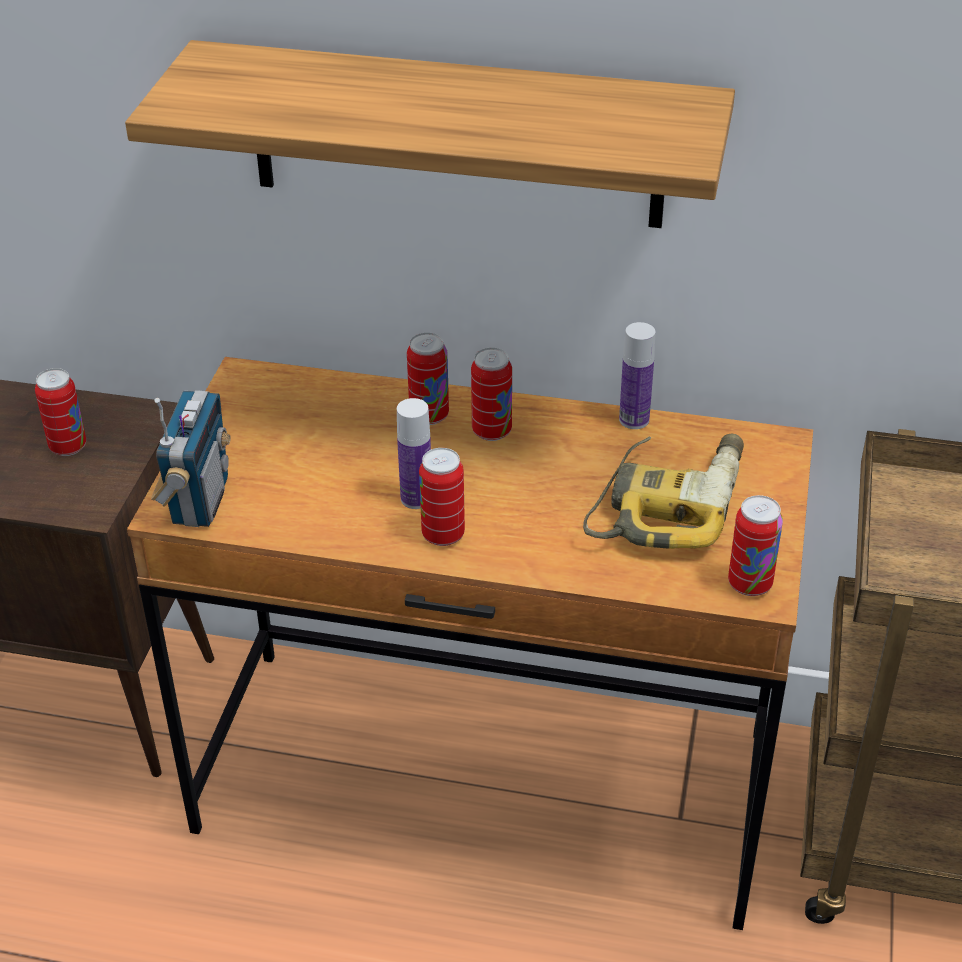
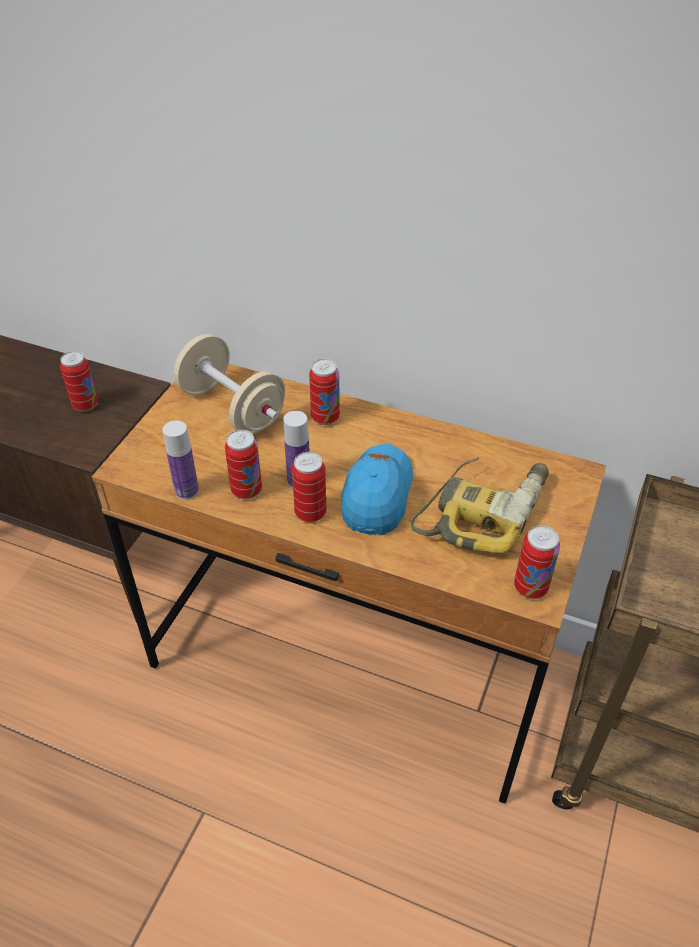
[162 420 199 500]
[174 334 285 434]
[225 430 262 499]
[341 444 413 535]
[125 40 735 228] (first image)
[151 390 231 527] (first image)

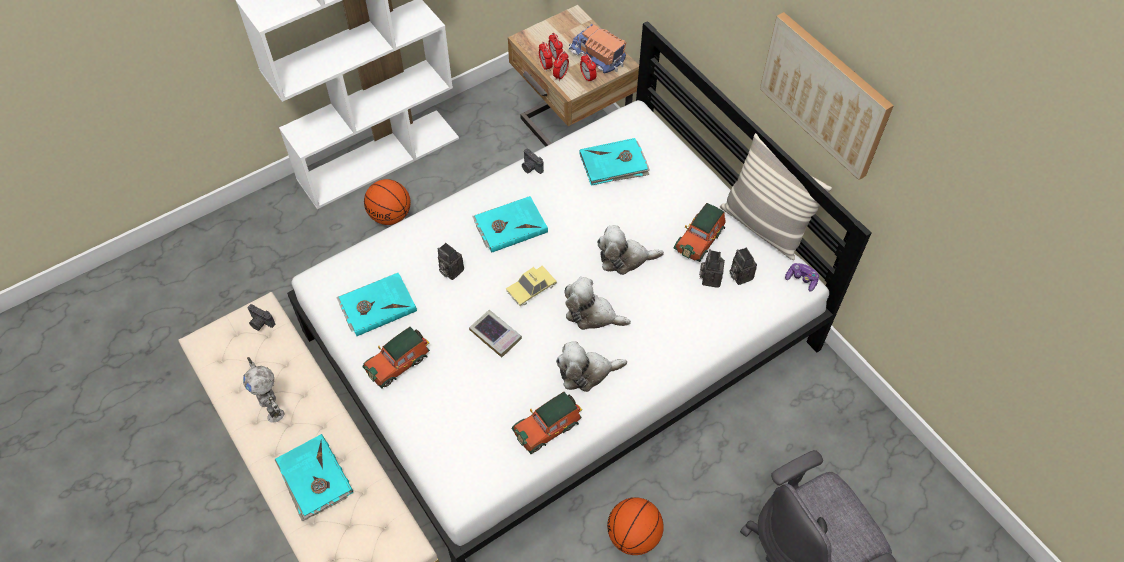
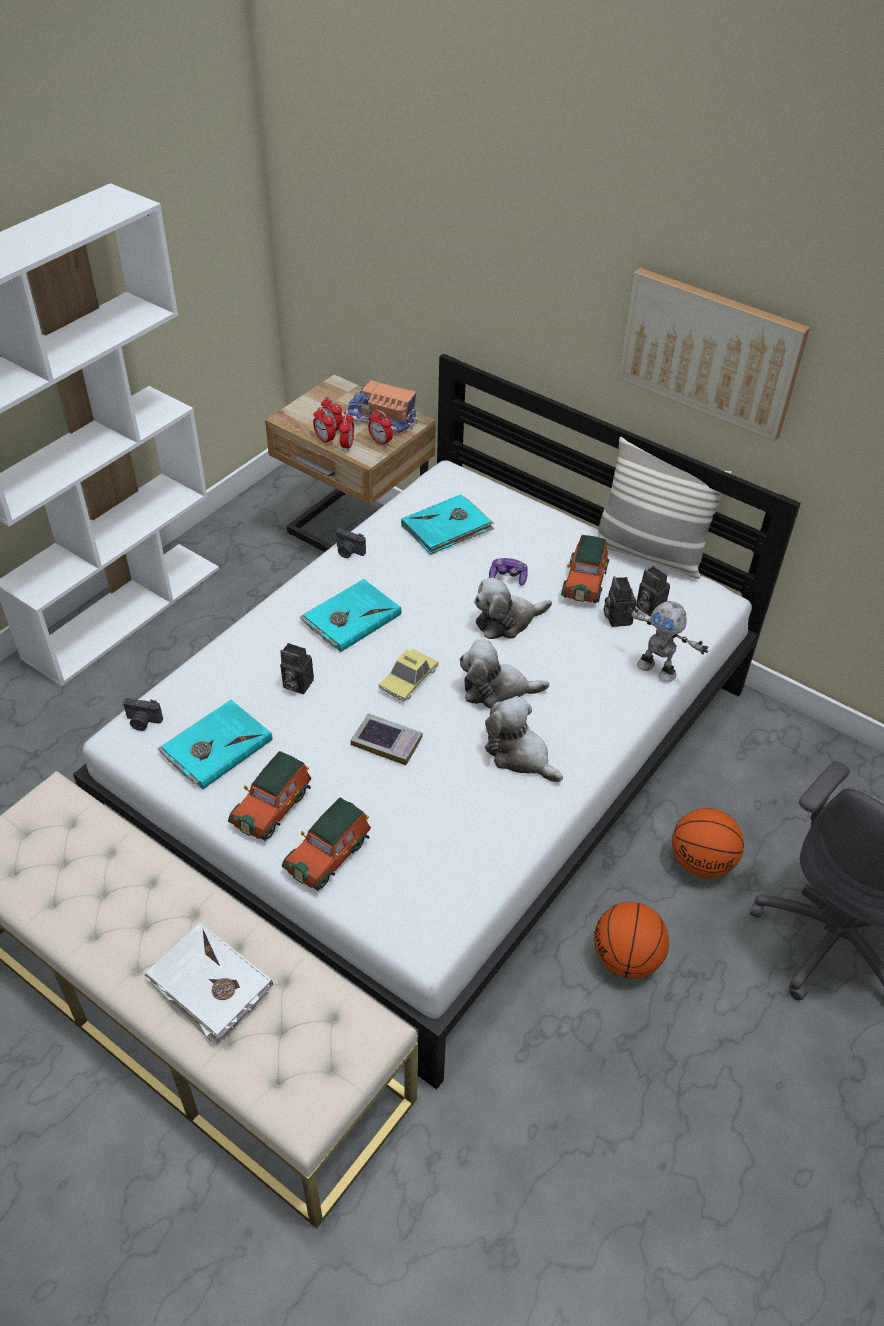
[123 698 163 731]
[145 922 273 1045]
[282 798 371 891]
[485 696 563 782]
[489 558 528 586]
[627 601 708 683]
[672 808 744 878]

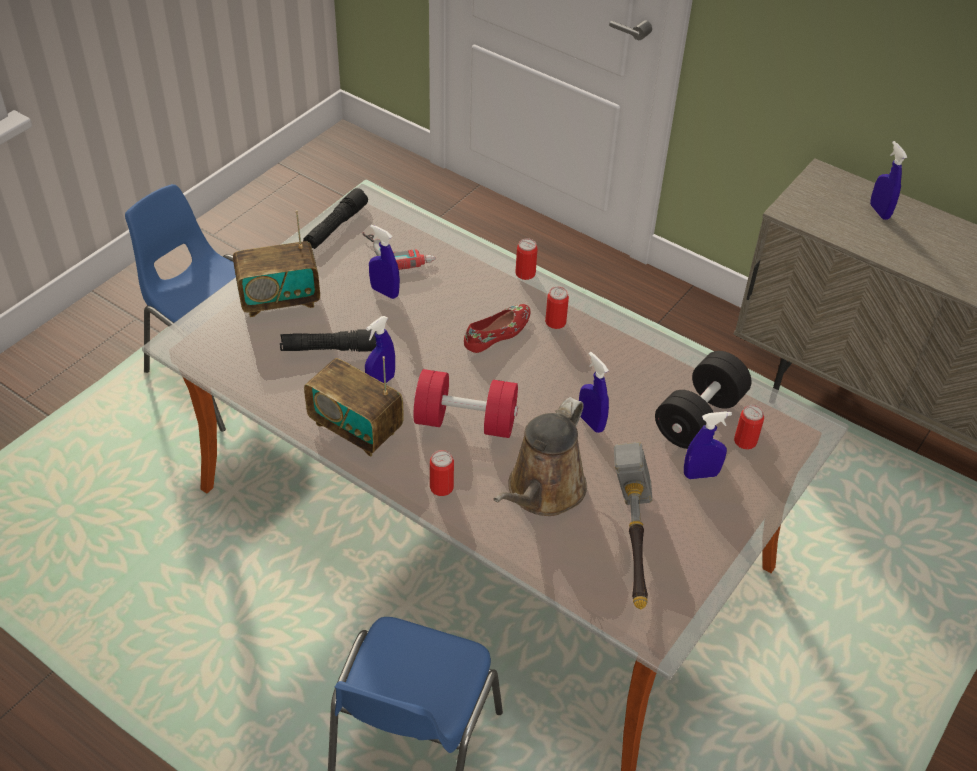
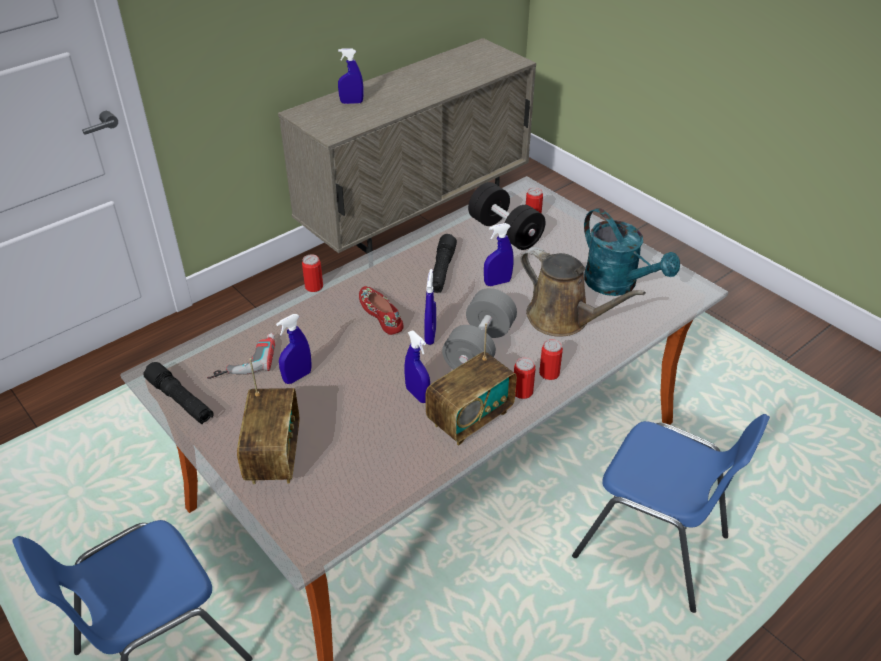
[424 269 436 345]
[433 234 457 293]
[442 288 517 370]
[514 357 535 399]
[584 208 680 296]

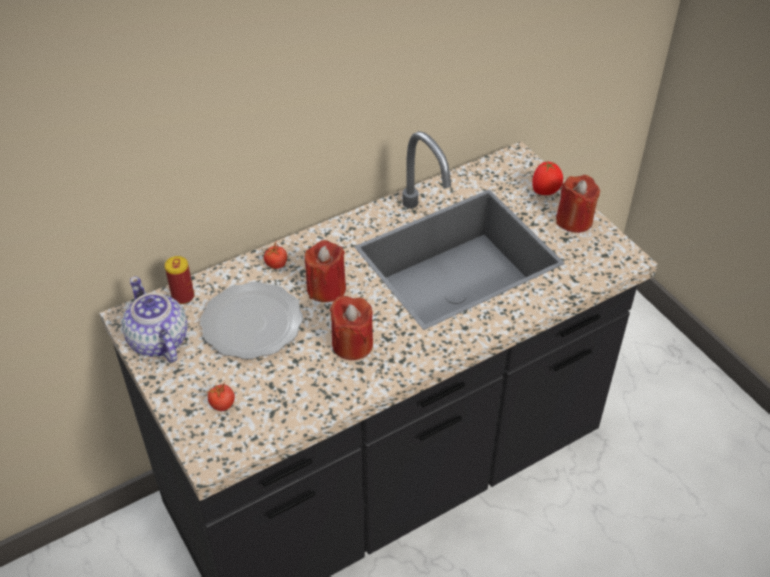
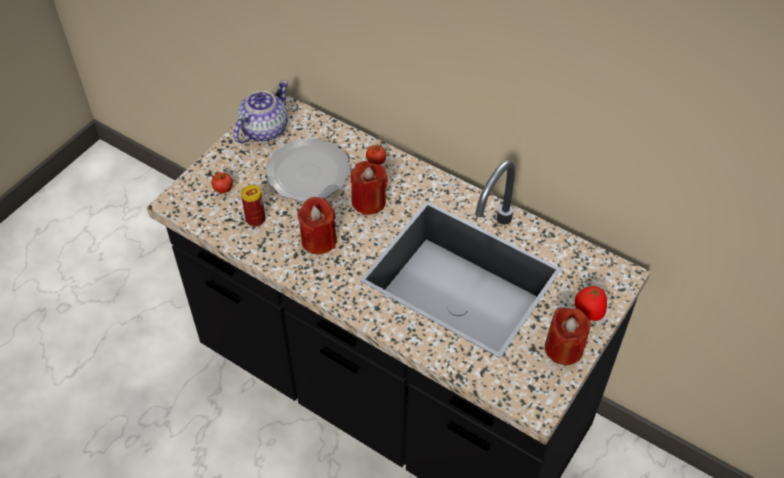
[241 185 266 227]

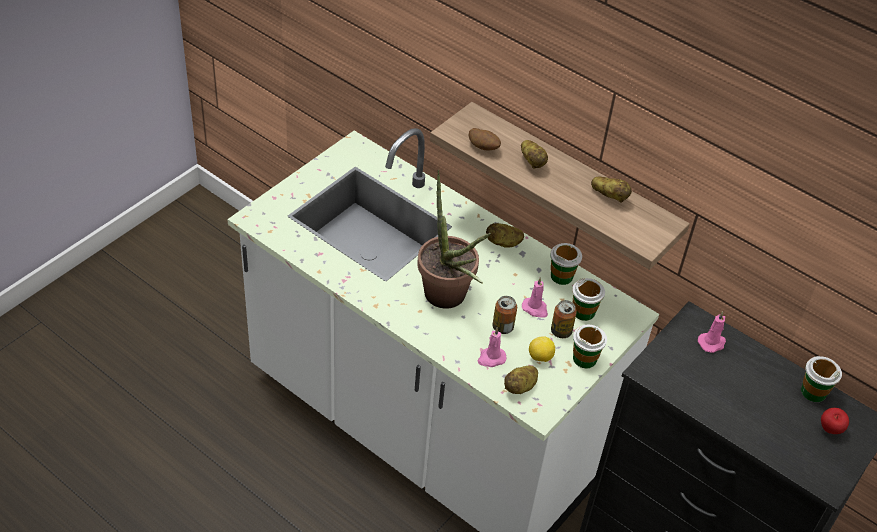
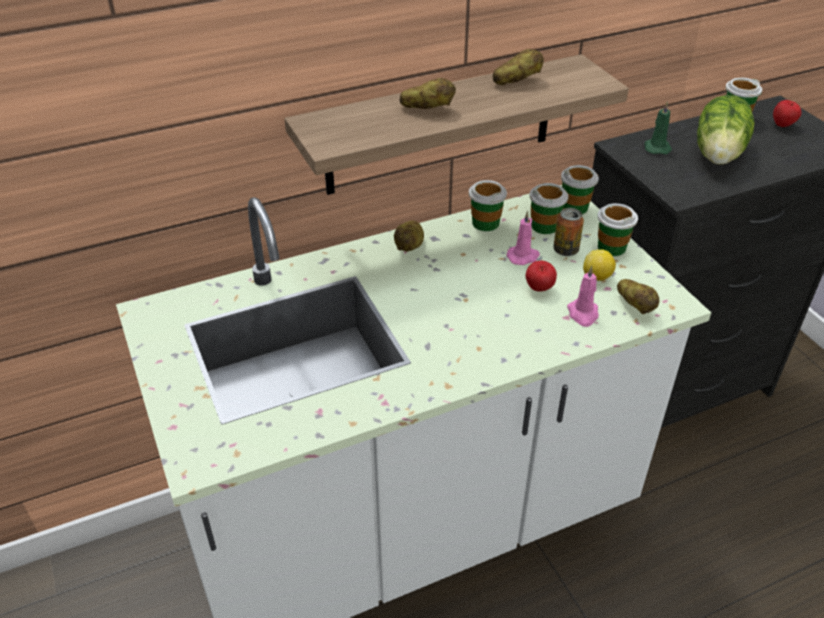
[525 261 557 292]
[561 165 599 214]
[644 101 672 154]
[697 95 754 165]
[417 170 491 309] (first image)
[468 128 501 150] (first image)

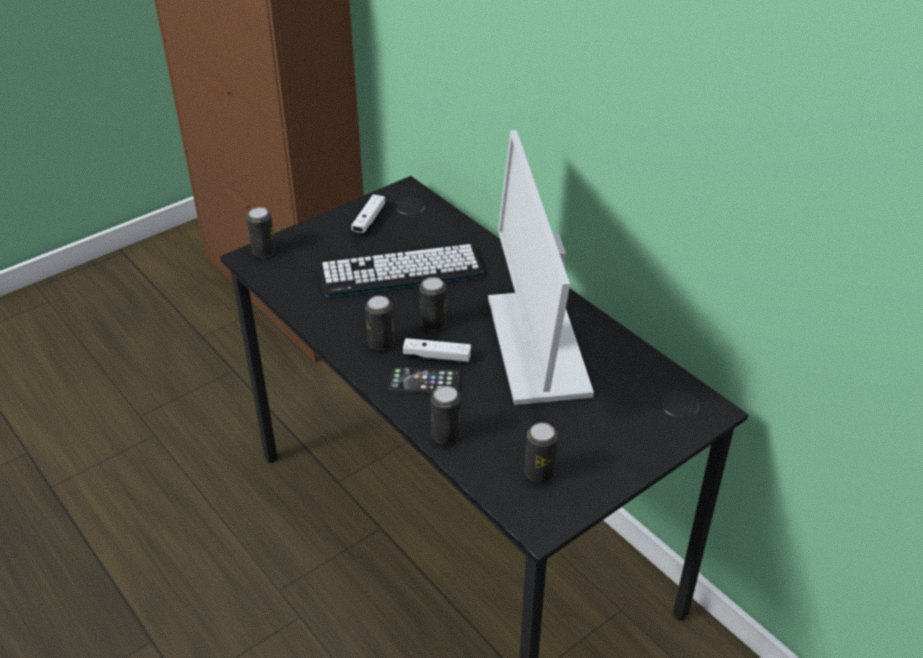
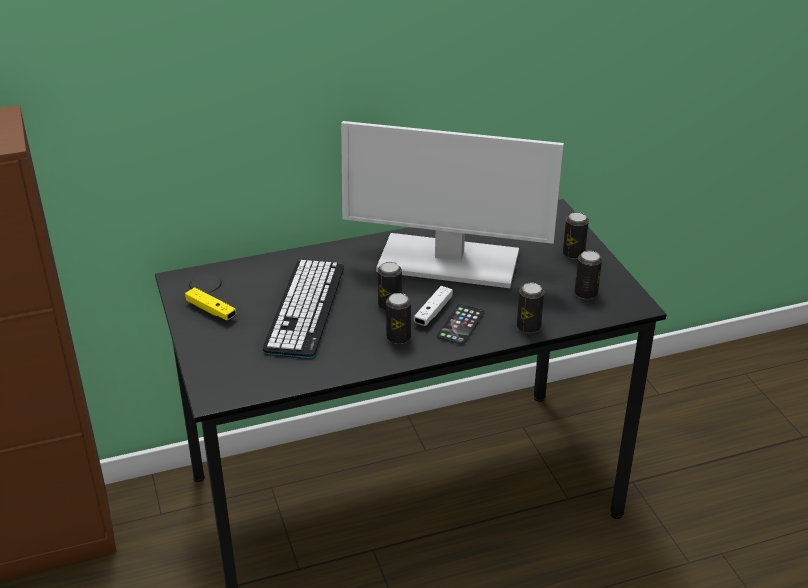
[185 287 236 320]
[563 212 589 259]

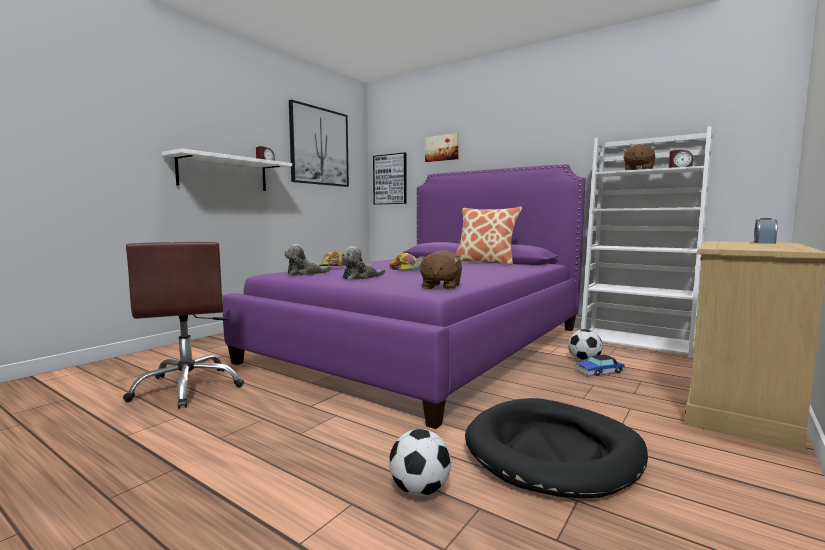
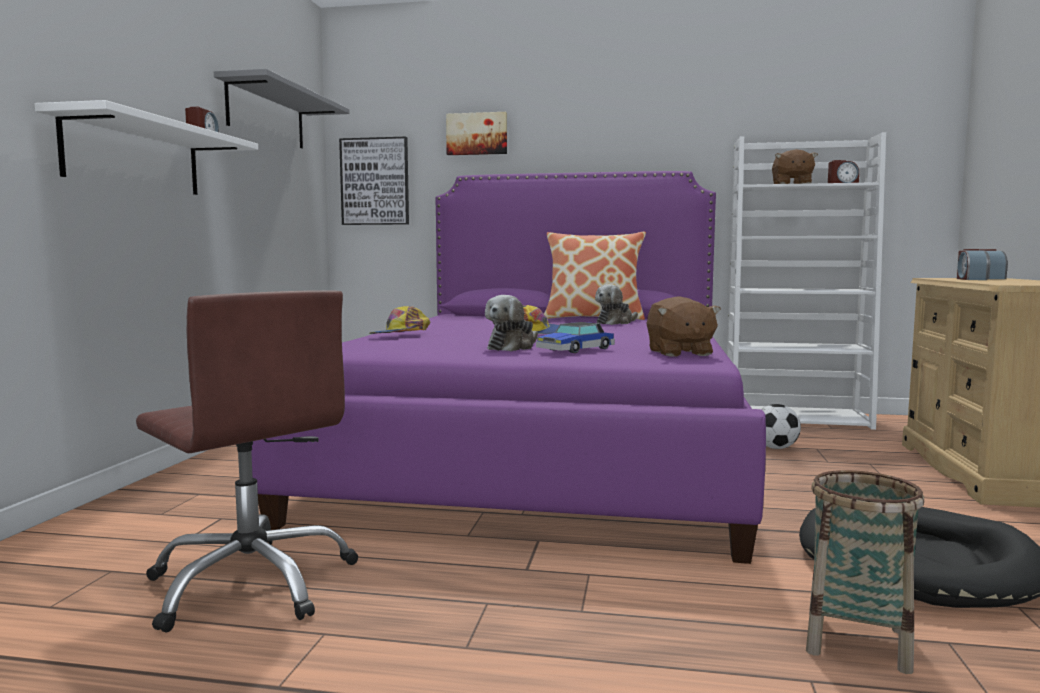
[214 69 350 148]
[536 322 615 353]
[595 284 638 325]
[806 470 924 674]
[957 249 989 280]

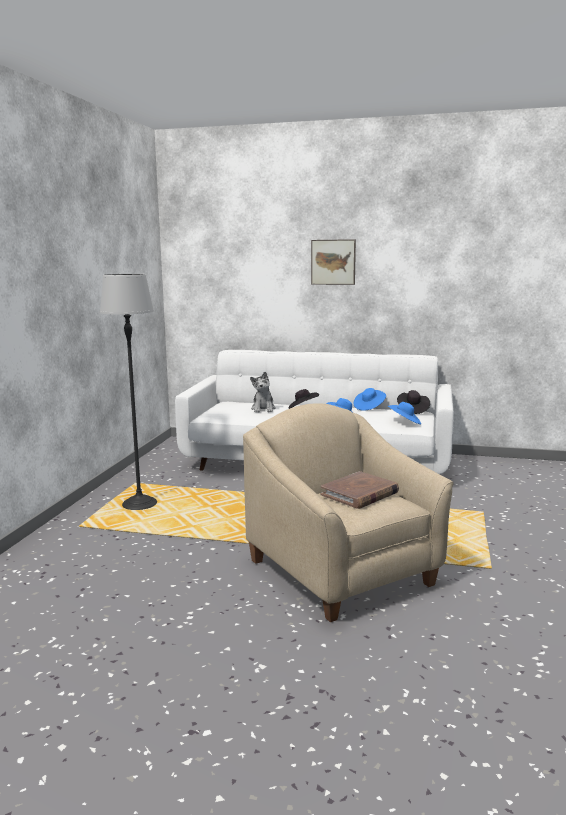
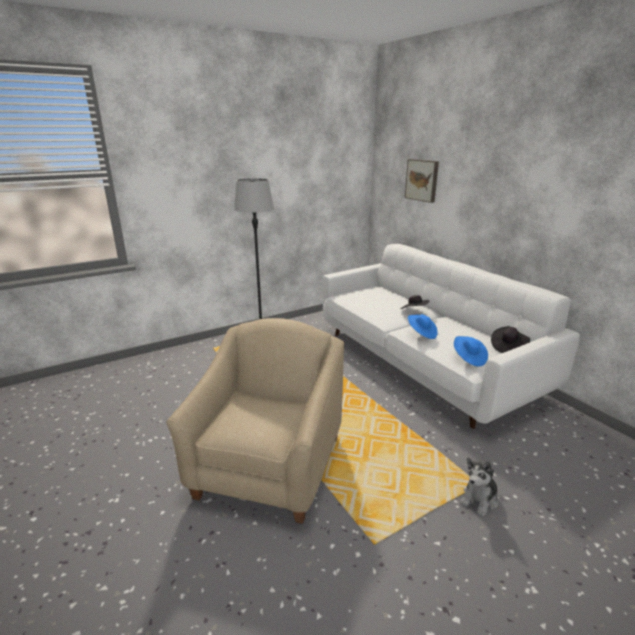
[405 159 439 203]
[460 457 498 516]
[321 471 399 509] (first image)
[354 388 386 411] (first image)

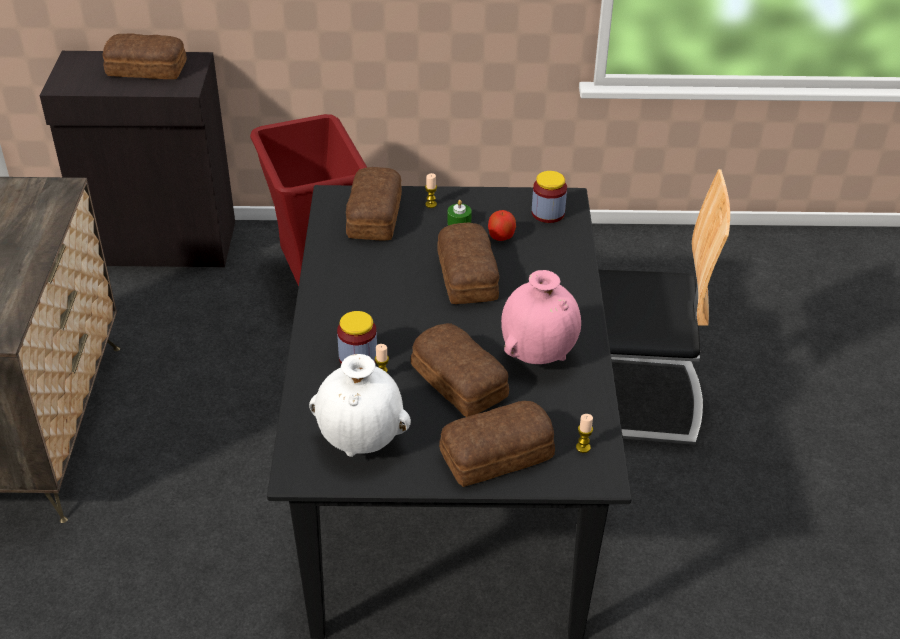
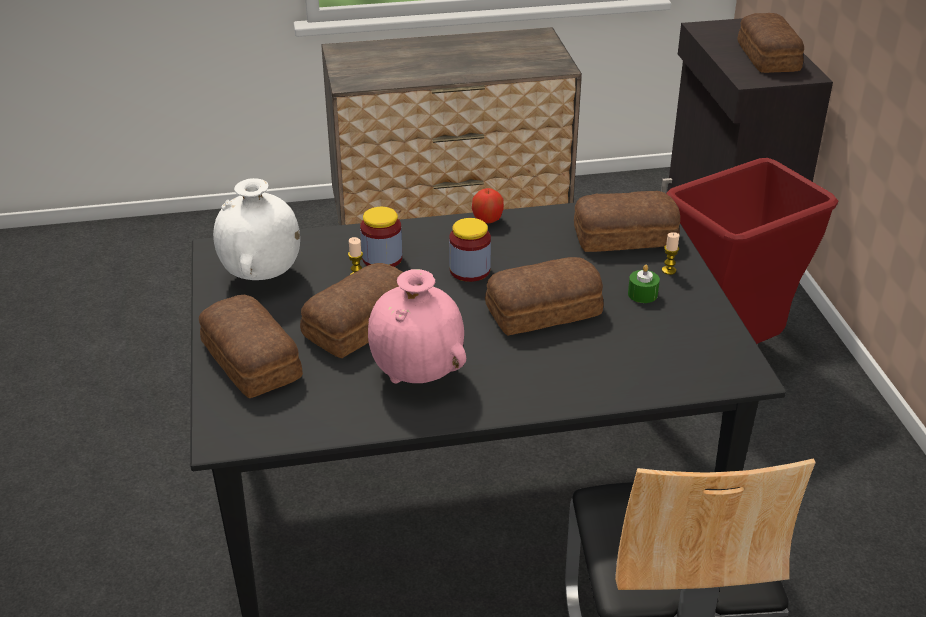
[449 218 491 282]
[472 188 504 223]
[576 414 593 453] (first image)

